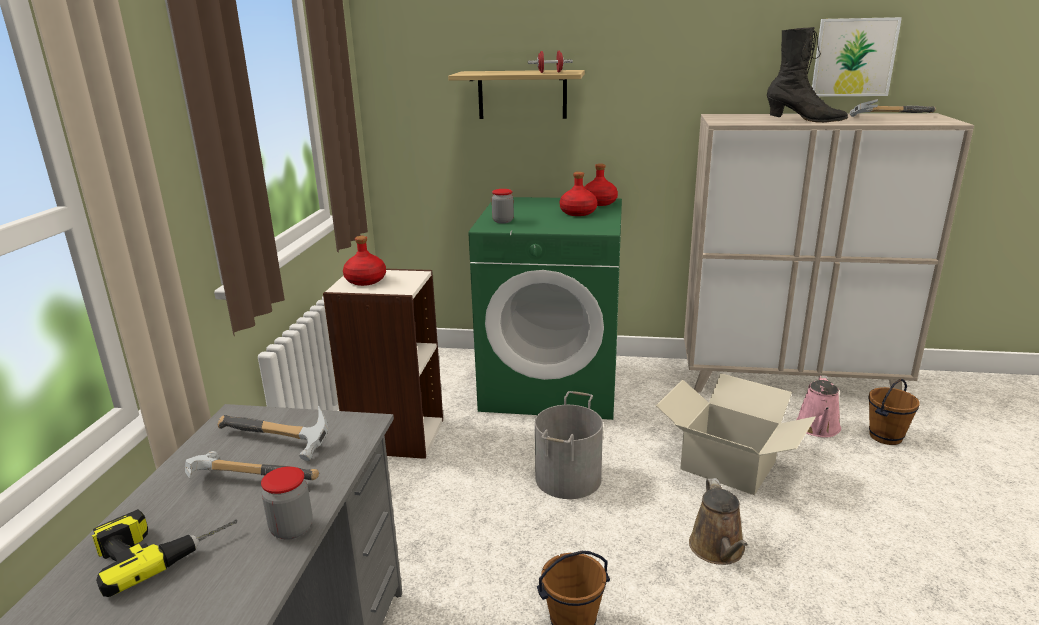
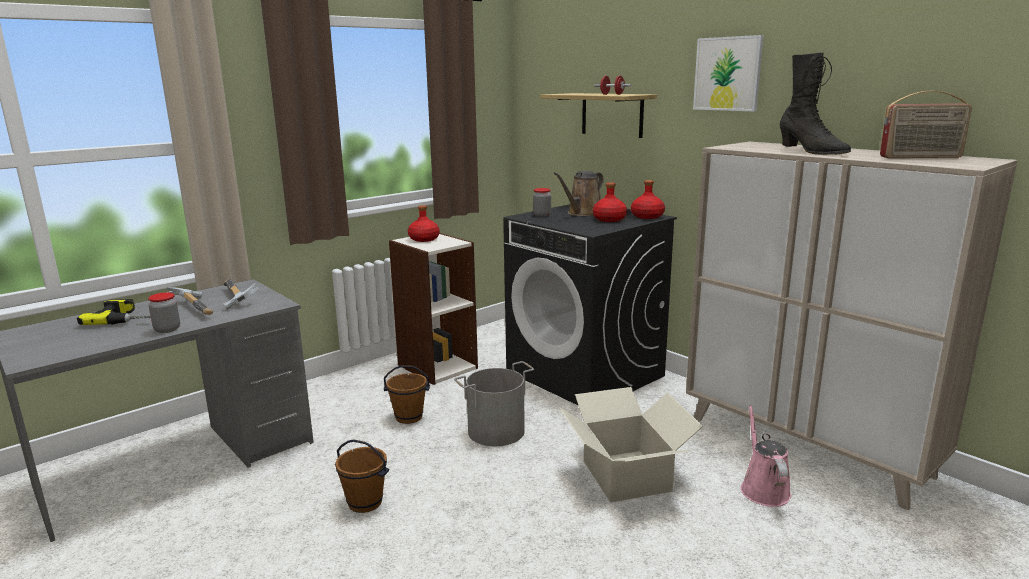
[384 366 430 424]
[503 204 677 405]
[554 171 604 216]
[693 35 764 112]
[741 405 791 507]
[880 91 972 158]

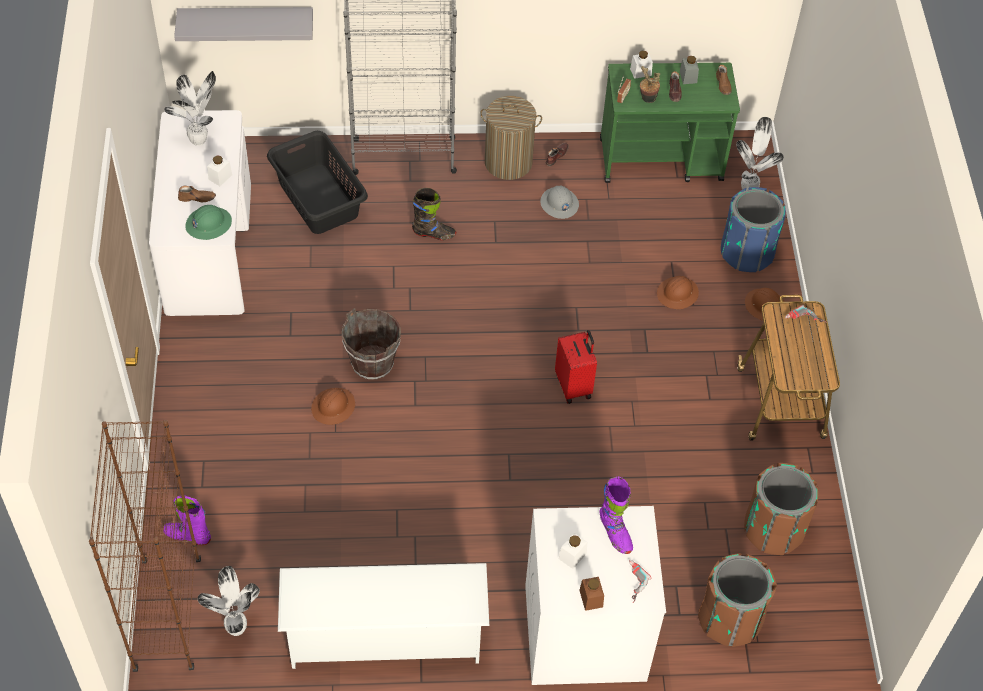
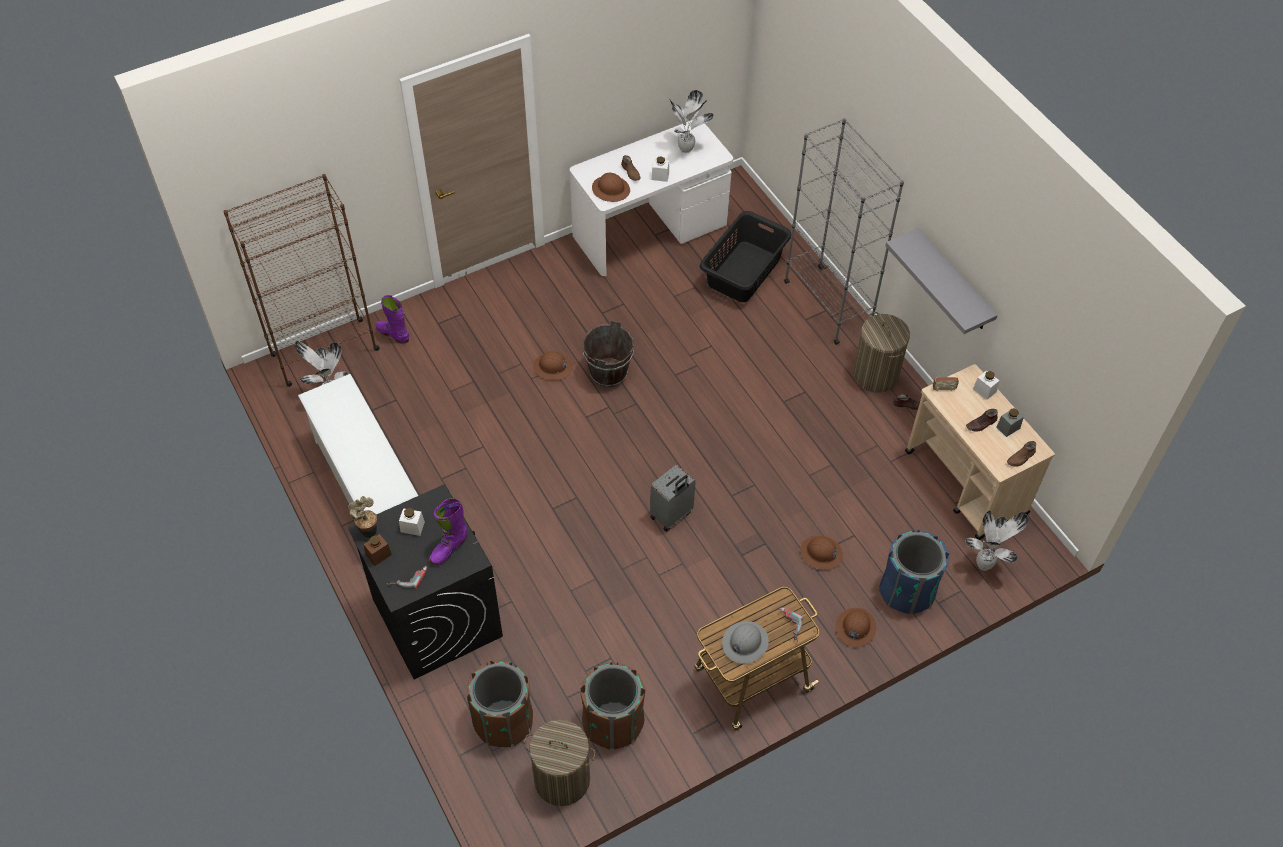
[347 484 503 679]
[348 496 377 538]
[376 295 409 344]
[524 720 596 806]
[592 173 630 202]
[650 464 696 532]
[722 621 769 664]
[885 228 998 334]
[905 364 1055 540]
[412 188 456 240] (first image)

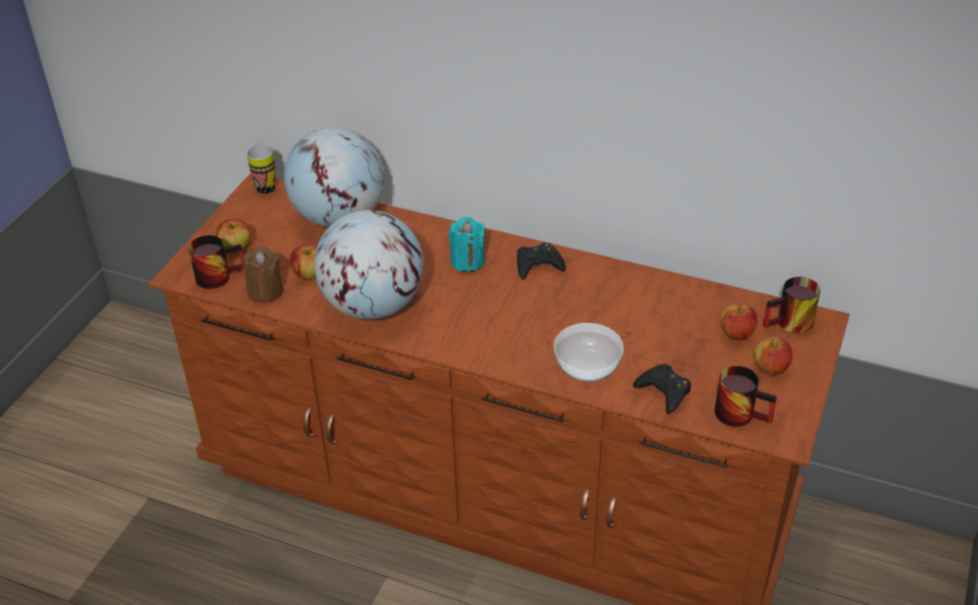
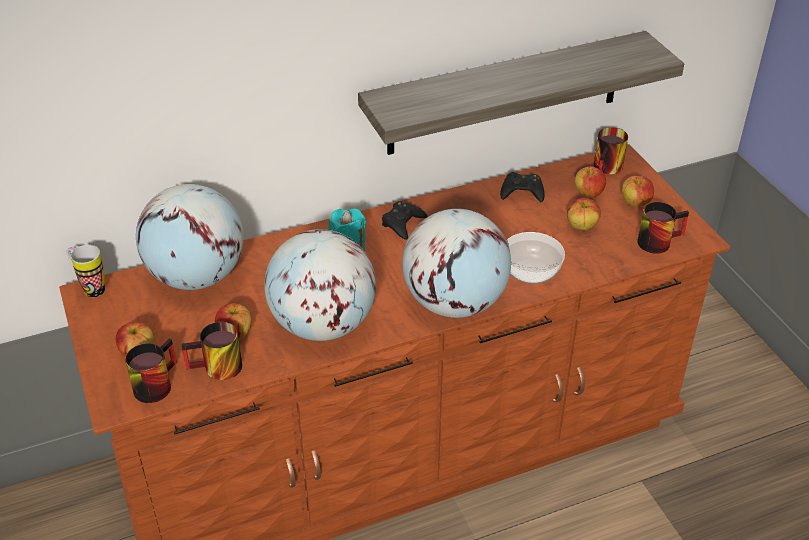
[182 322 242 380]
[358 31 684 155]
[402 209 511 318]
[500 172 545 202]
[567 198 601 230]

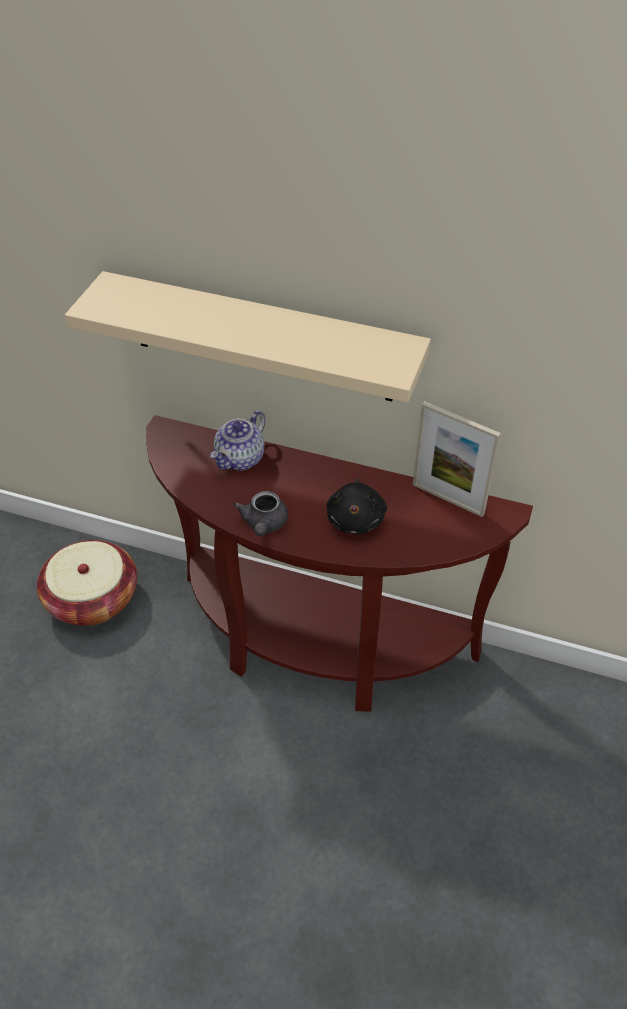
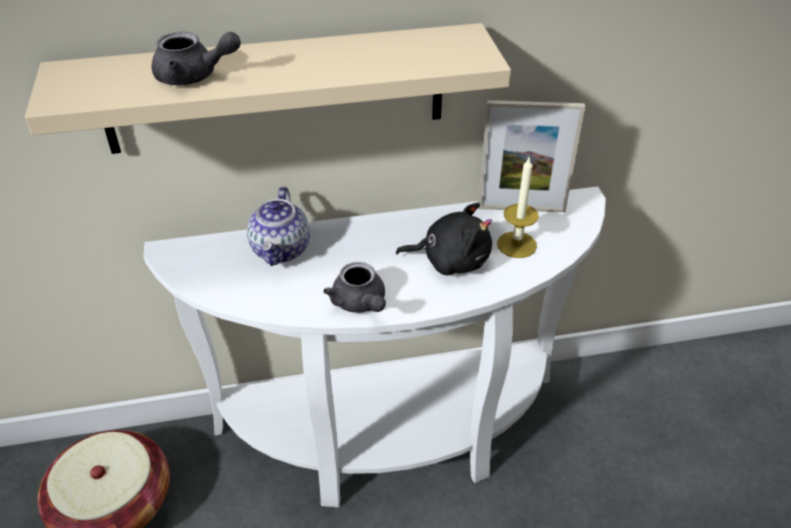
[144 187 606 507]
[152 32 241 85]
[396 202 492 276]
[497 156 539 258]

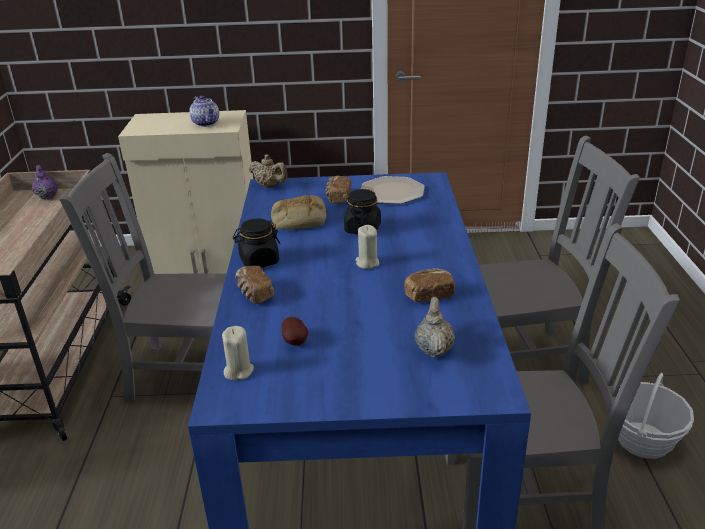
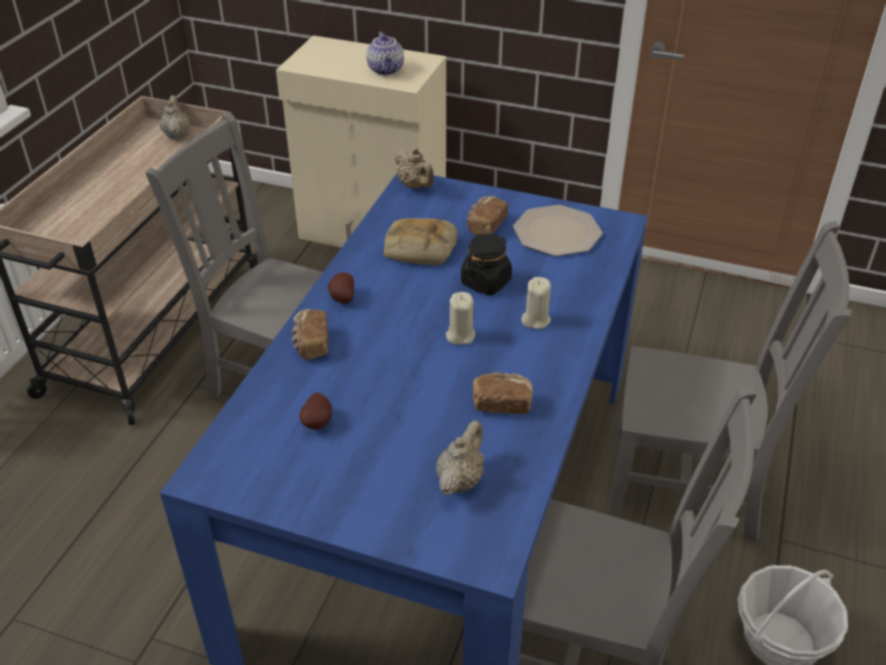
[160 95 190 140]
[328 272 354 303]
[521 277 551 329]

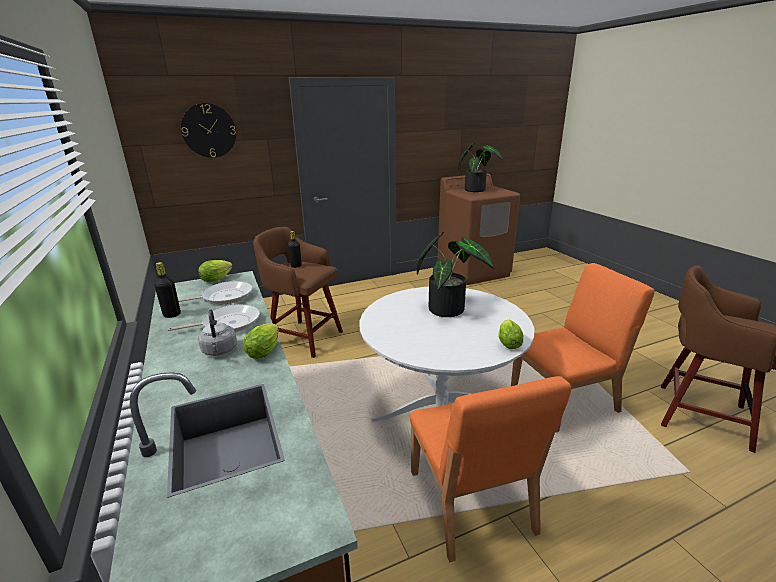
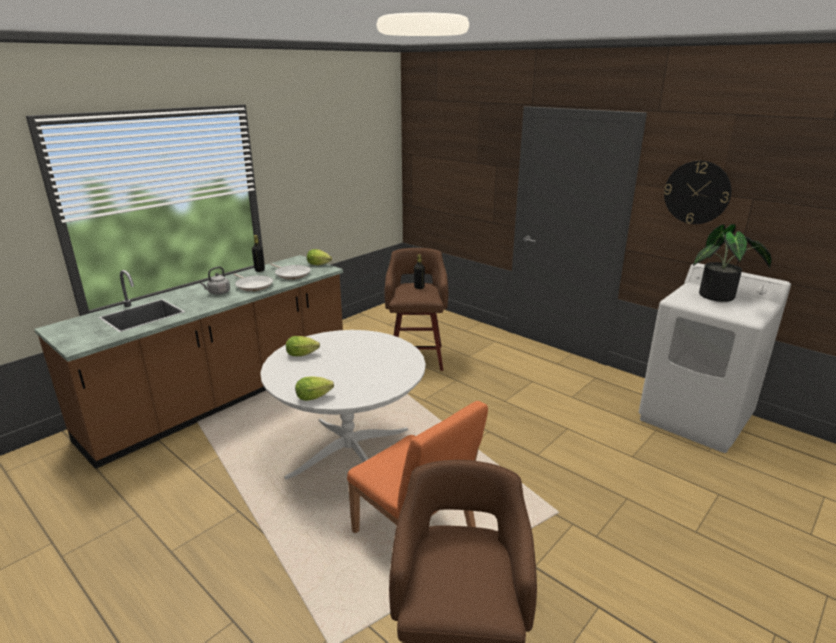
[286 336 320 356]
[639 263 791 453]
[664 161 731 224]
[410 376 571 562] (first image)
[417 232 494 317] (first image)

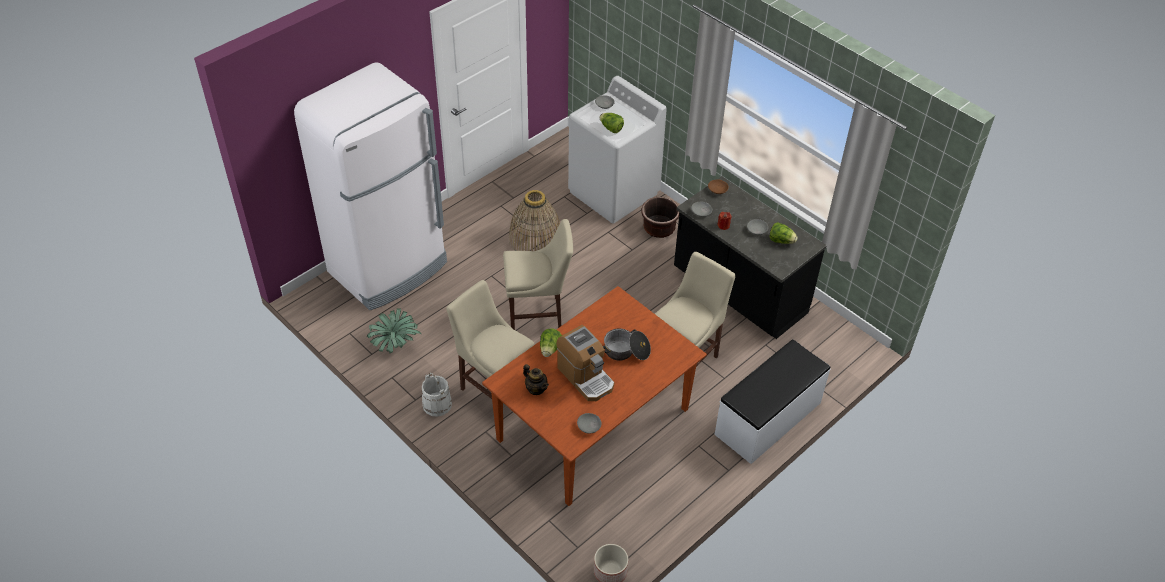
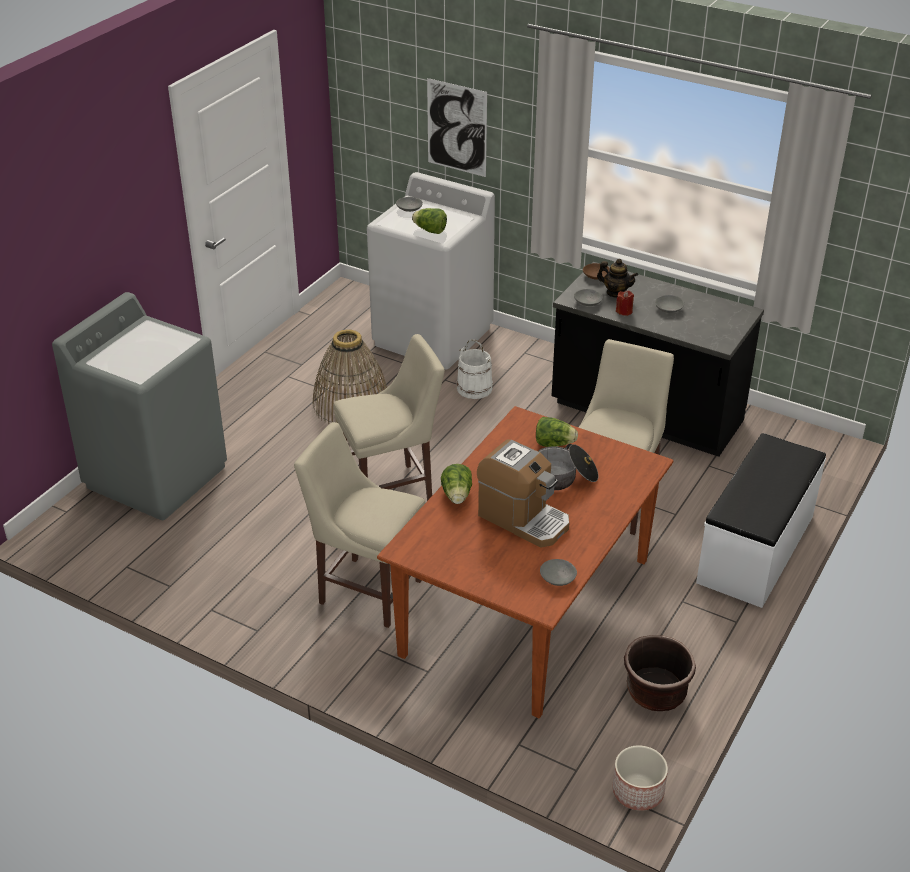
[52 292 227 520]
[427 78 487 177]
[457 339 493 399]
[536 417 578 447]
[597 259 638 298]
[624 635 696 711]
[367 308 421 353] (first image)

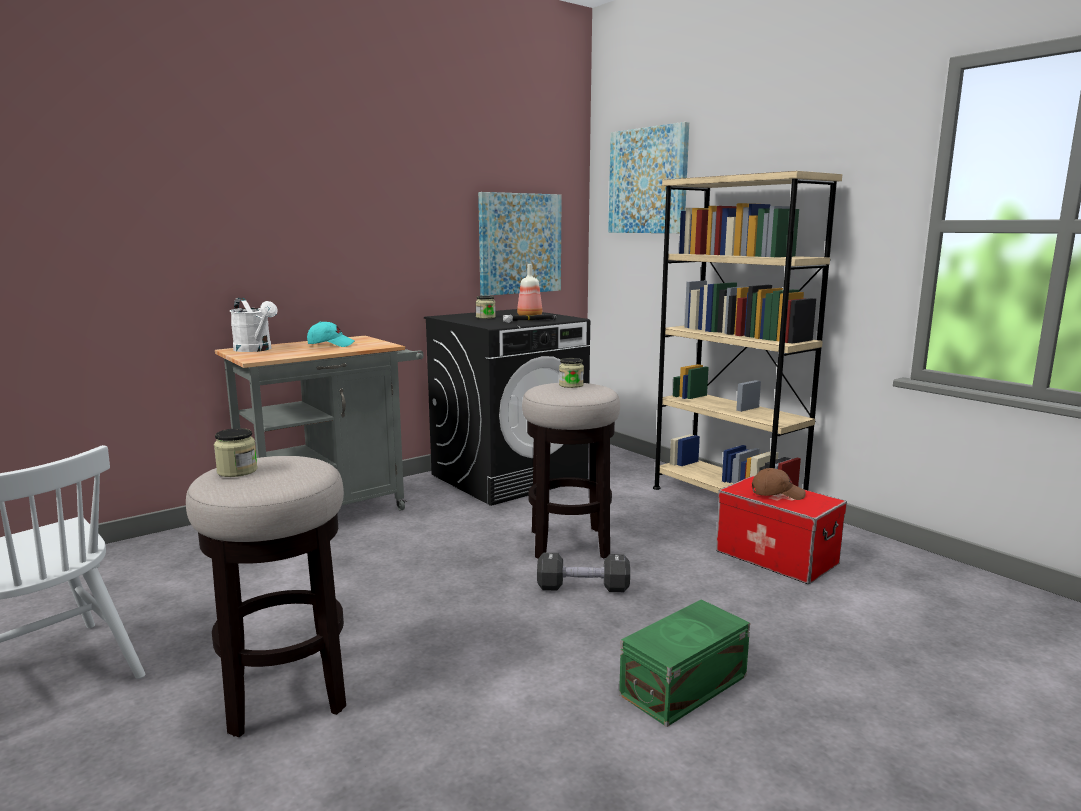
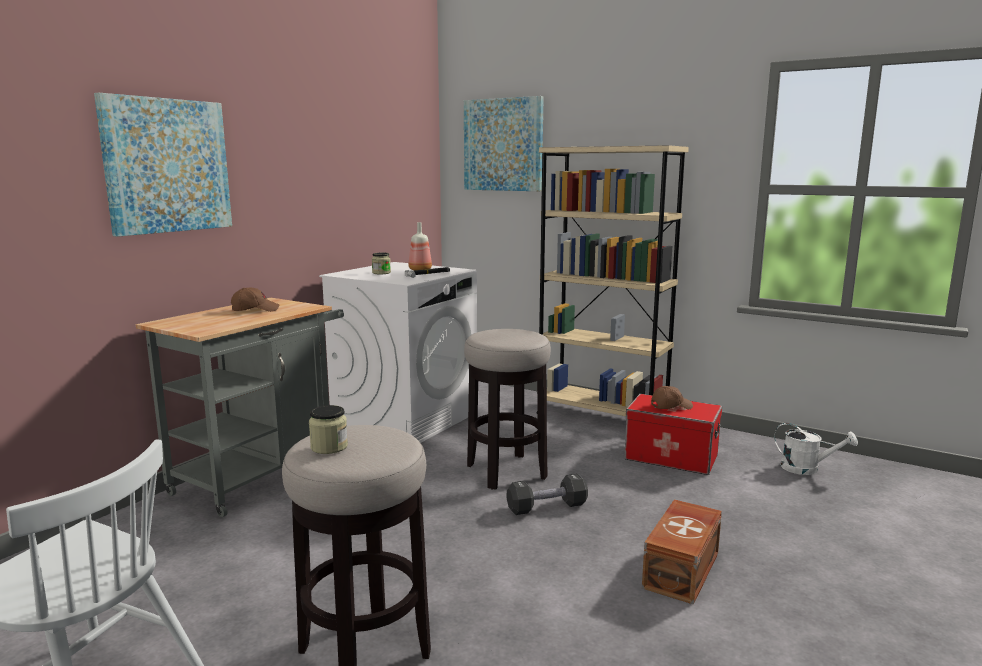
[94 93 232 237]
[231 288 279 312]
[319 262 477 443]
[642 499 722 605]
[774 423 858 475]
[559 358 584 388] (first image)

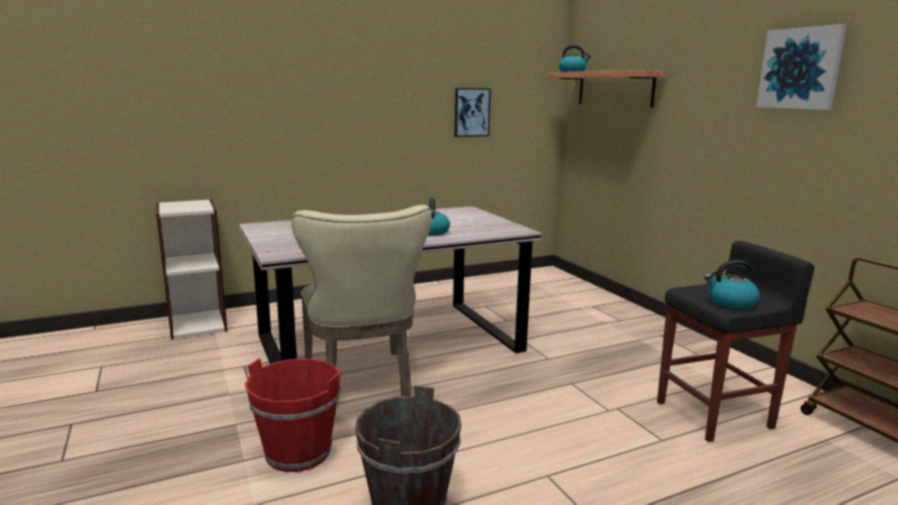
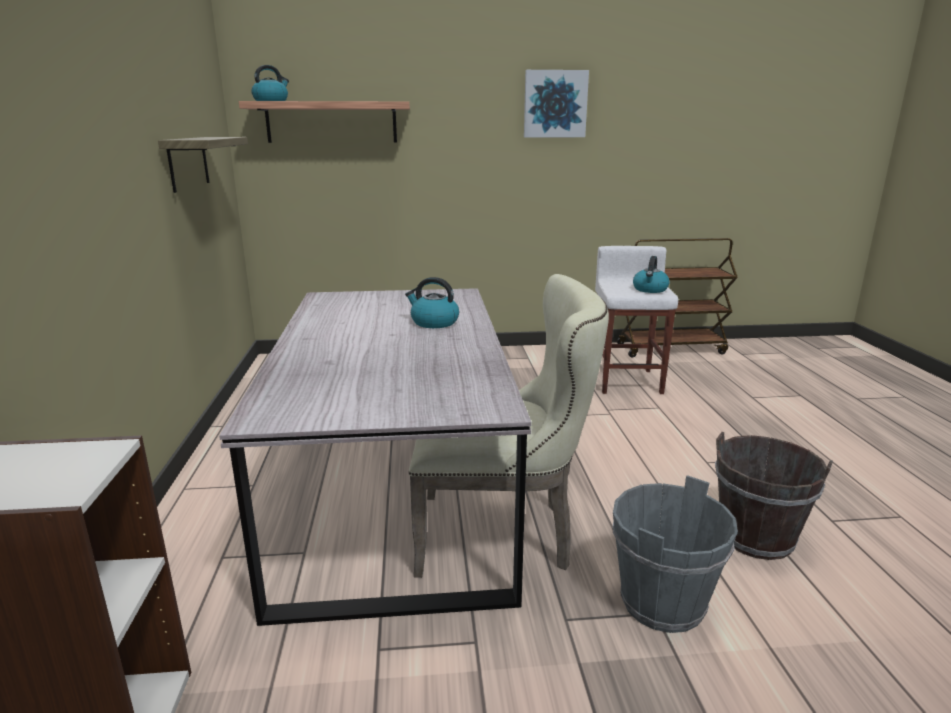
[158 137 248 193]
[595 246 678 394]
[612 475 738 633]

